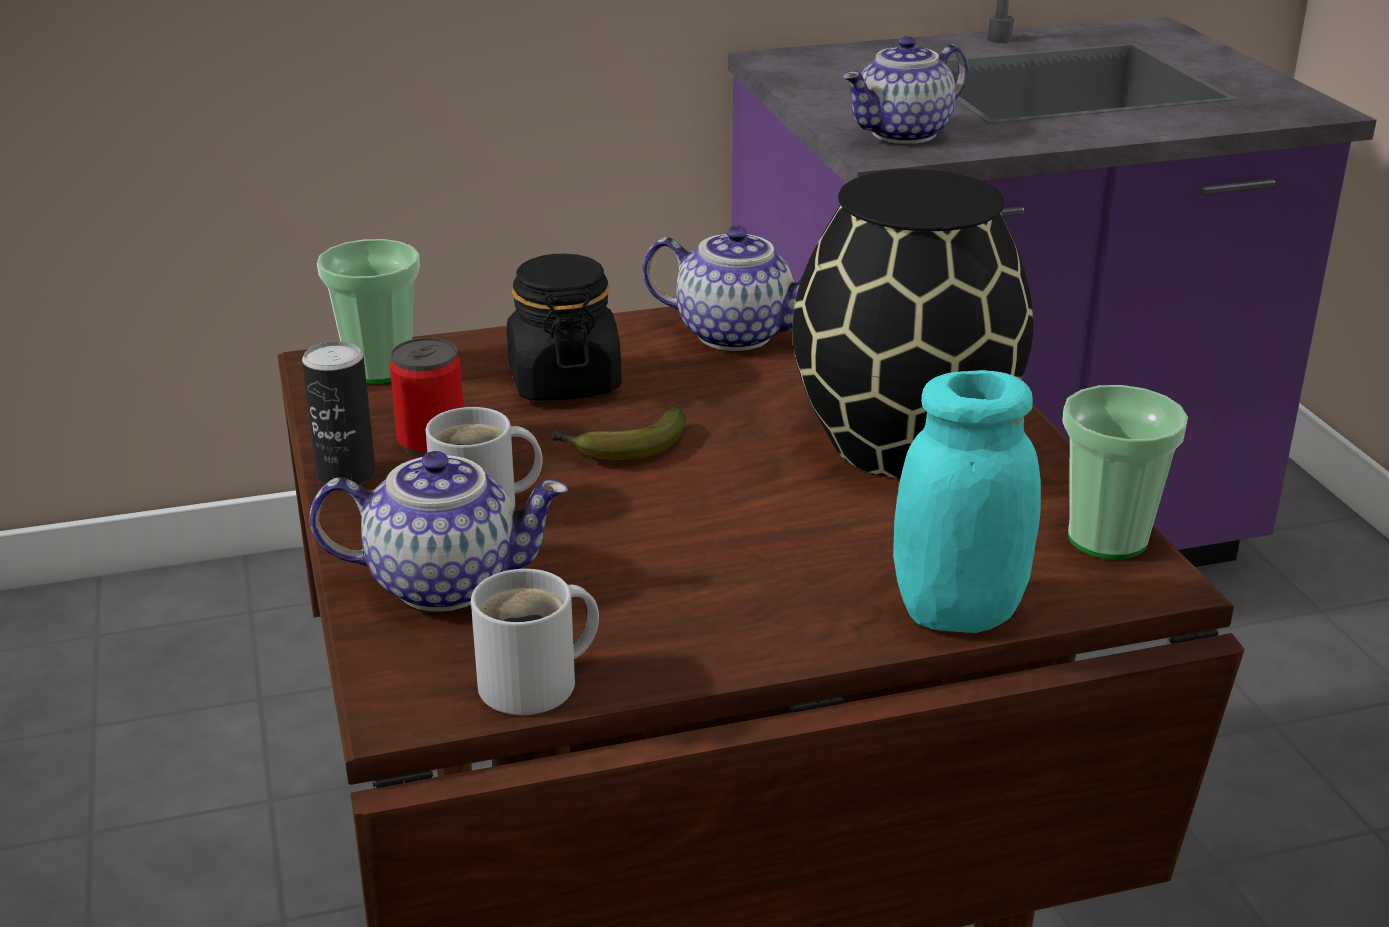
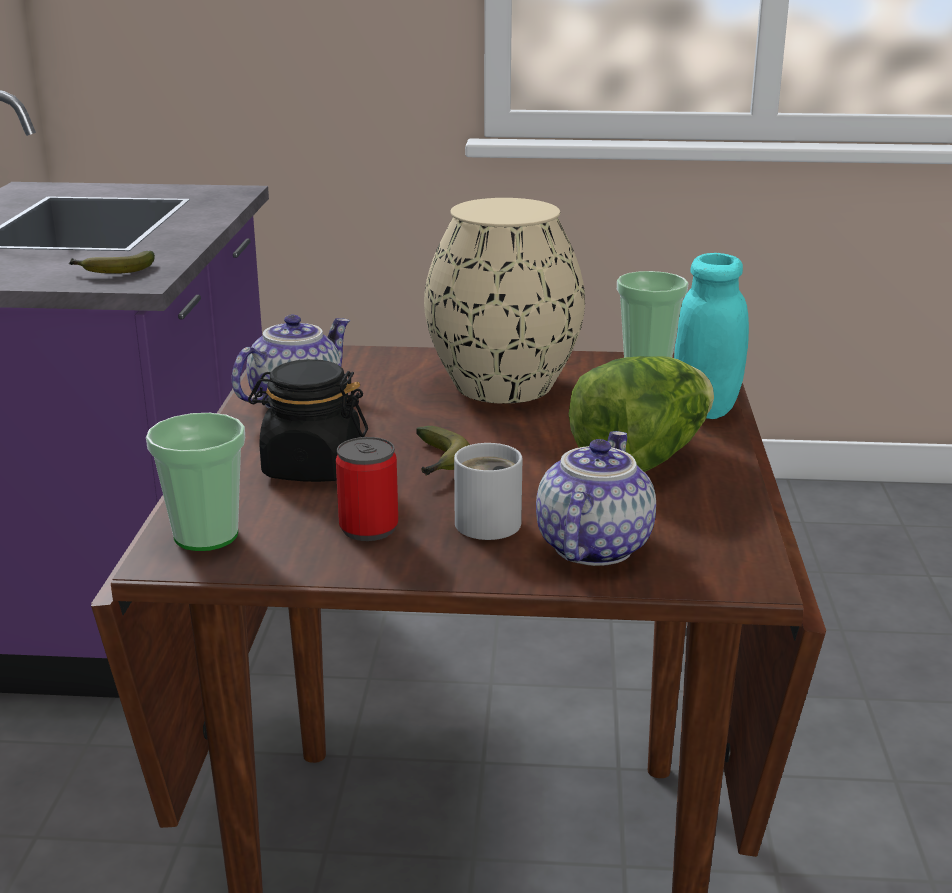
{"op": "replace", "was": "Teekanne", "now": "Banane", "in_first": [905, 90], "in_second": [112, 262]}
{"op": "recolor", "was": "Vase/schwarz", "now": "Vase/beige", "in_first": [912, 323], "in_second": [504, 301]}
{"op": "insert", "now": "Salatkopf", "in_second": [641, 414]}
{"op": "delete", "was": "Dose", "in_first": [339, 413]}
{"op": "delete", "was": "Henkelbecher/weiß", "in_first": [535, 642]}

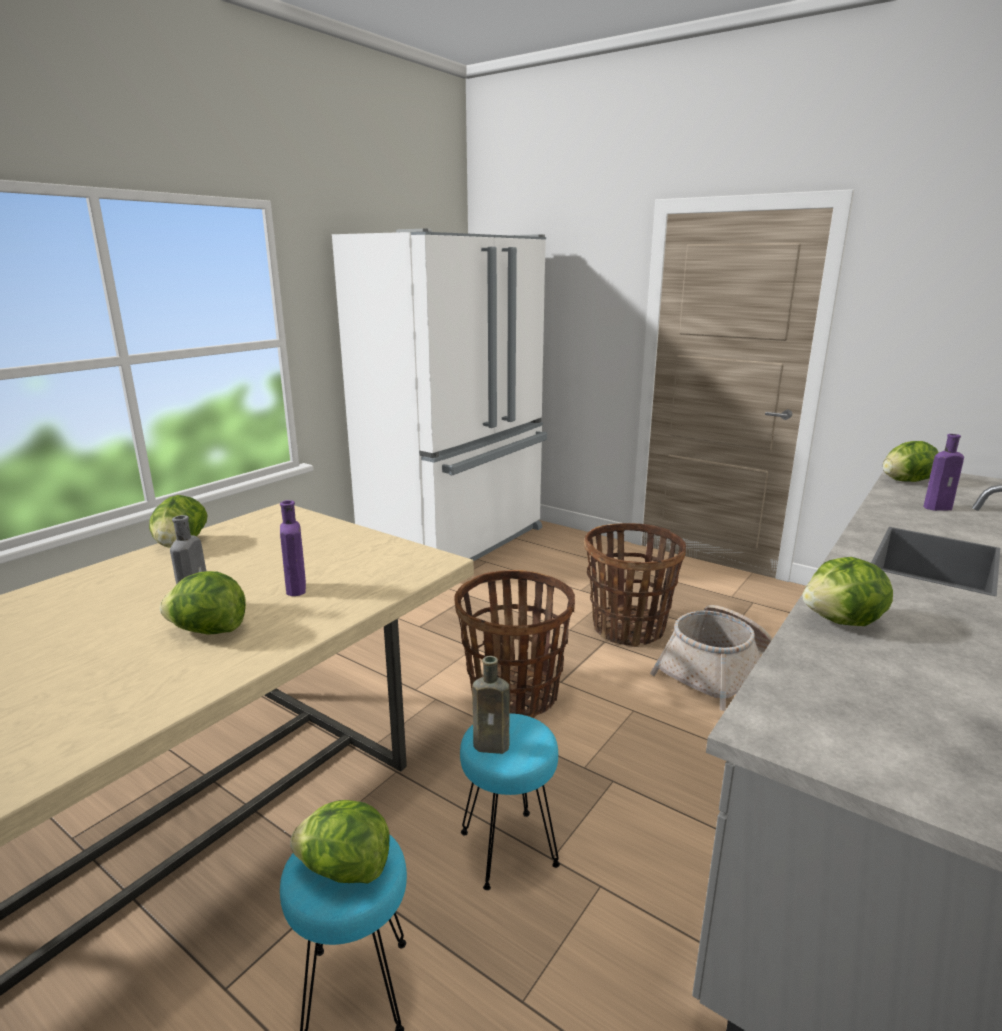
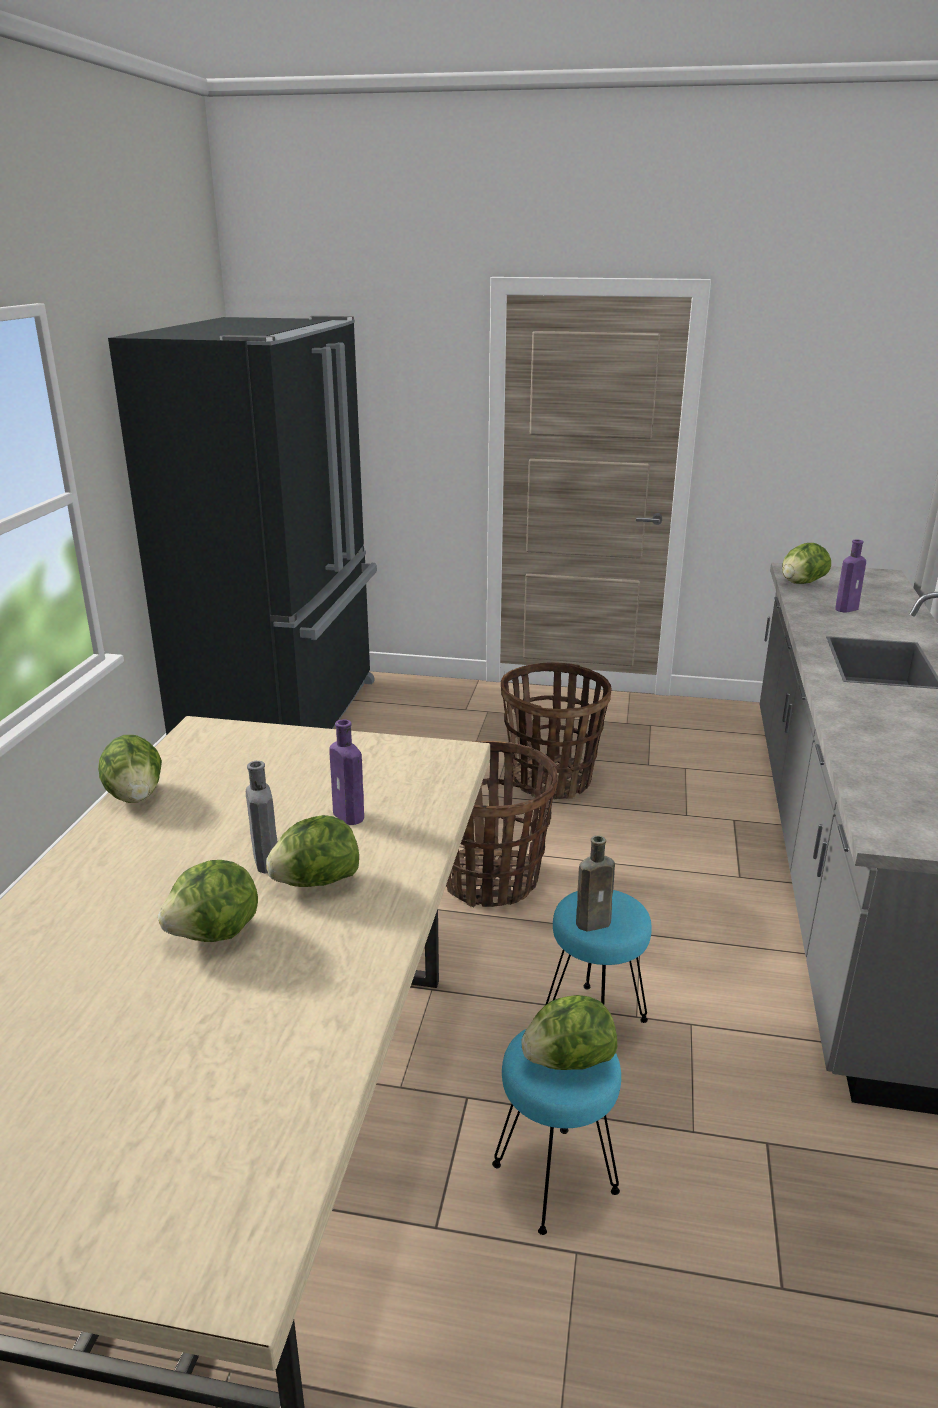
{"op": "recolor", "was": "Kühlschrank/weiß", "now": "Kühlschrank/schwarz", "in_first": [439, 395], "in_second": [242, 525]}
{"op": "move", "was": "Salatkopf", "in_first": [847, 591], "in_second": [208, 901]}
{"op": "delete", "was": "Korb", "in_first": [711, 658]}

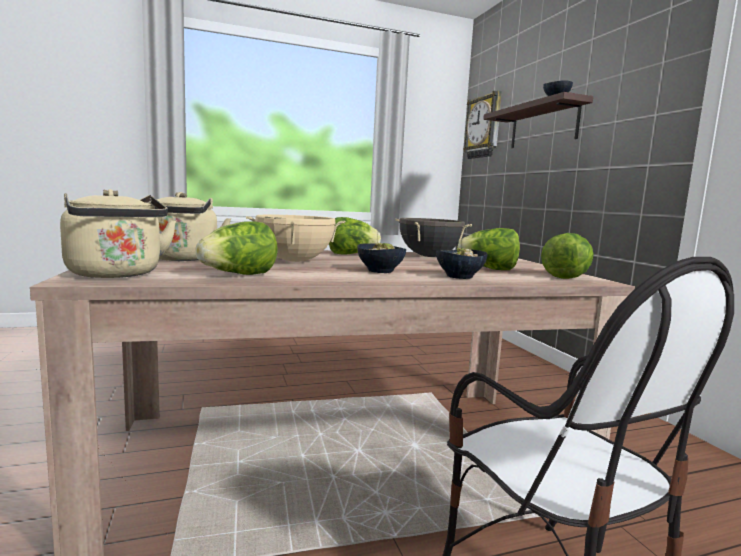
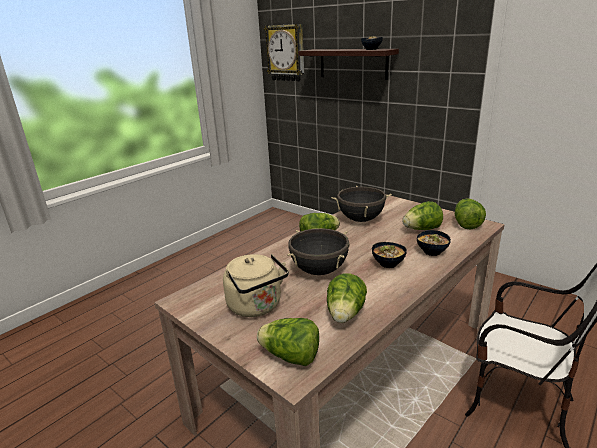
{"op": "replace", "was": "Wasserkessel/beige", "now": "Salatkopf", "in_first": [118, 233], "in_second": [288, 342]}
{"op": "recolor", "was": "Kochtopf/beige", "now": "Kochtopf/schwarz", "in_first": [295, 238], "in_second": [318, 251]}

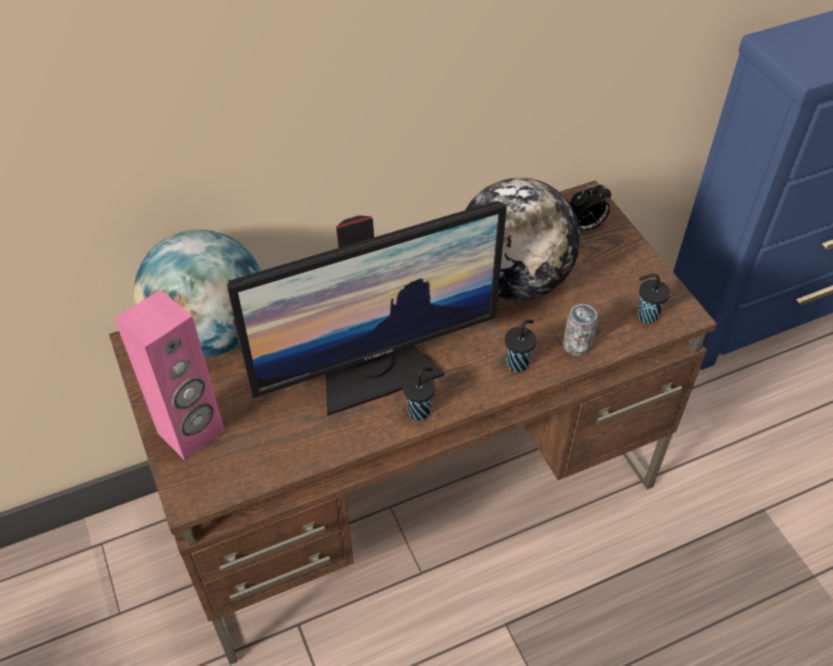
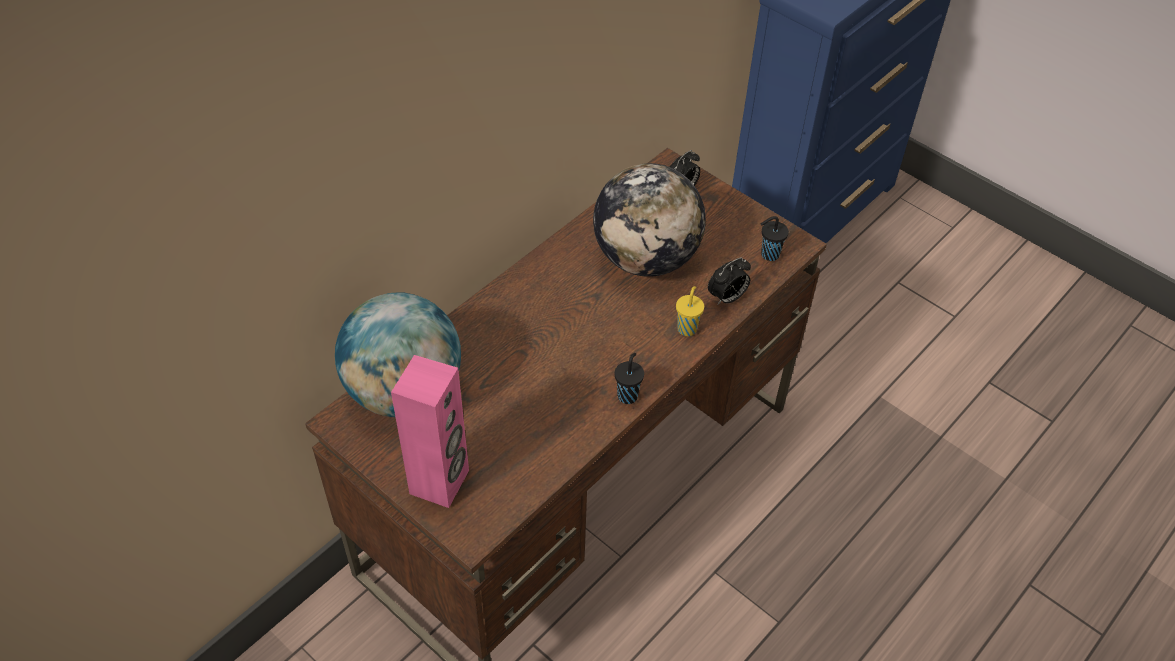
{"op": "recolor", "was": "Tasse/schwarz", "now": "Tasse/gelb", "in_first": [520, 346], "in_second": [690, 311]}
{"op": "replace", "was": "Dose", "now": "Wecker", "in_first": [580, 330], "in_second": [729, 281]}
{"op": "delete", "was": "Monitor", "in_first": [367, 308]}

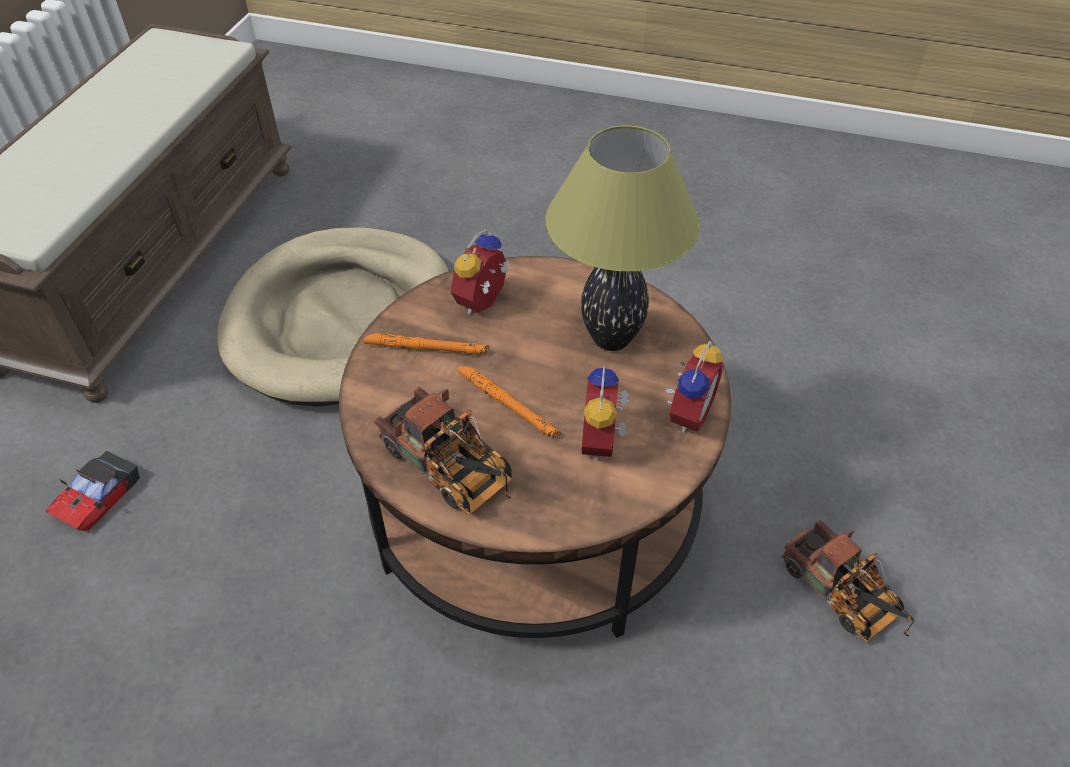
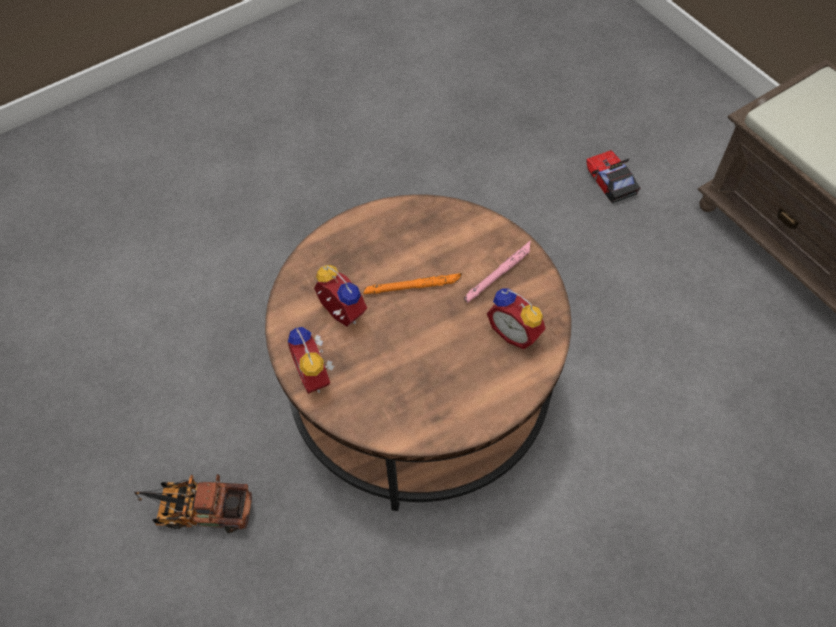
{"op": "recolor", "was": "Taschenlampe/orange", "now": "Taschenlampe/rosa", "in_first": [426, 344], "in_second": [497, 271]}
{"op": "rotate", "was": "Wecker", "in_first": [480, 271], "in_second": [516, 318], "clockwise": 150}
{"op": "delete", "was": "Hundebett/beige", "in_first": [333, 317]}
{"op": "delete", "was": "Spielzeuglaster", "in_first": [443, 451]}
{"op": "delete", "was": "Tischlampe", "in_first": [622, 238]}

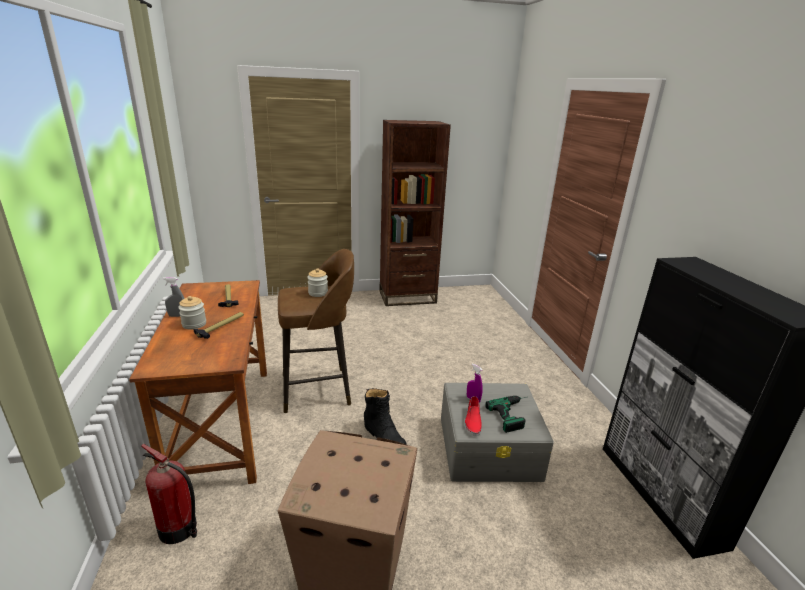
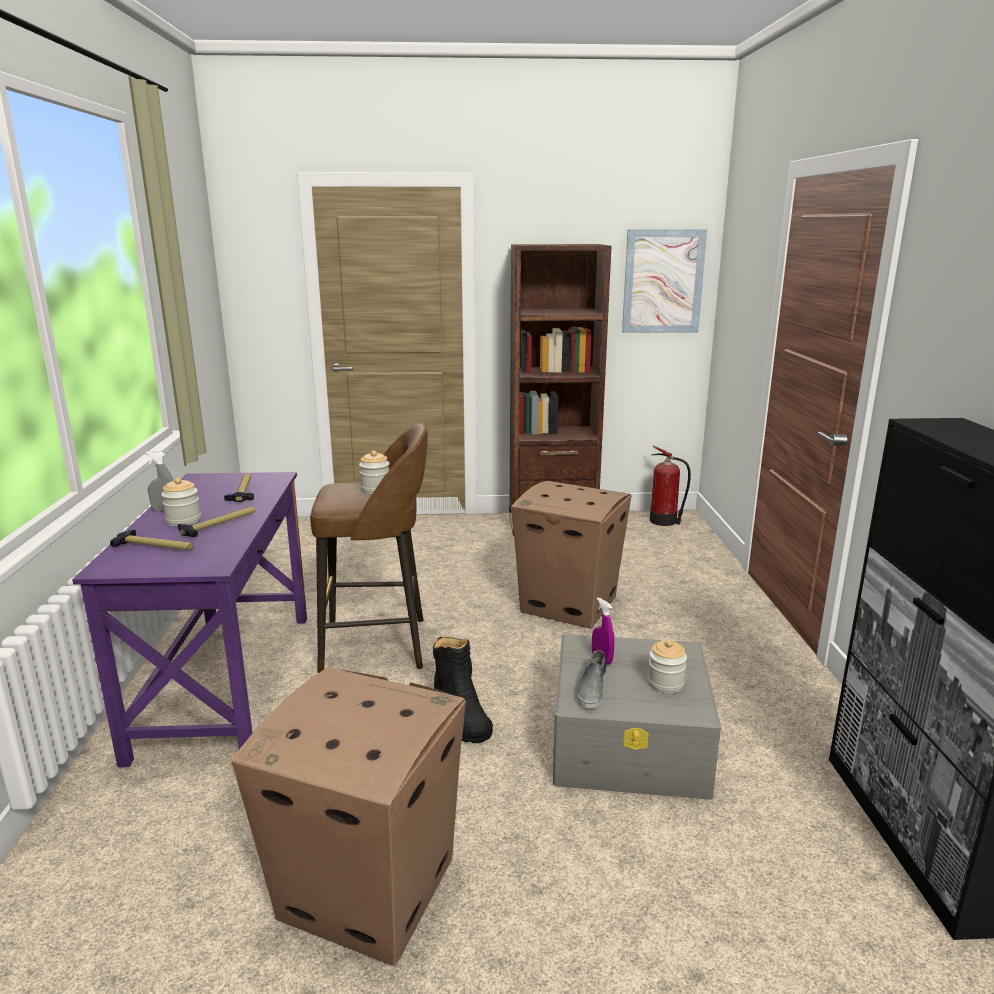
{"op": "recolor", "was": "Schreibtisch/braun", "now": "Schreibtisch/lila", "in_first": [198, 382], "in_second": [189, 620]}
{"op": "insert", "now": "Hammer", "in_second": [152, 539]}
{"op": "insert", "now": "Karton", "in_second": [571, 555]}
{"op": "recolor", "was": "Schuh/rot", "now": "Schuh/grau", "in_first": [473, 416], "in_second": [591, 679]}
{"op": "insert", "now": "Bild", "in_second": [664, 281]}
{"op": "replace", "was": "Bohrmaschine", "now": "Vorratsglas", "in_first": [506, 414], "in_second": [667, 666]}
{"op": "move", "was": "Feuerlöscher", "in_first": [169, 494], "in_second": [670, 486]}

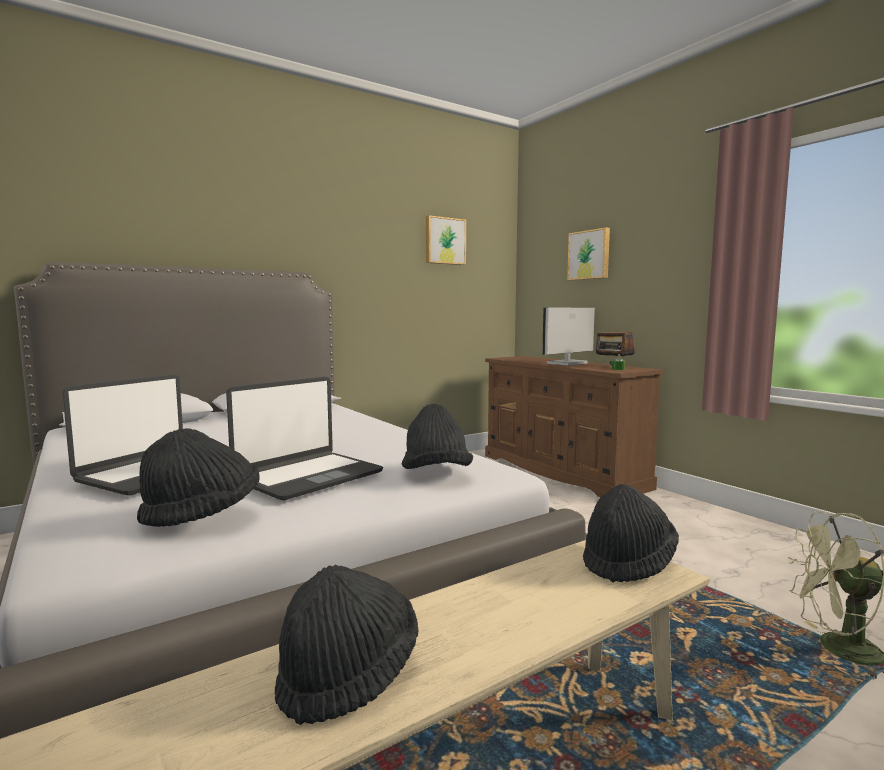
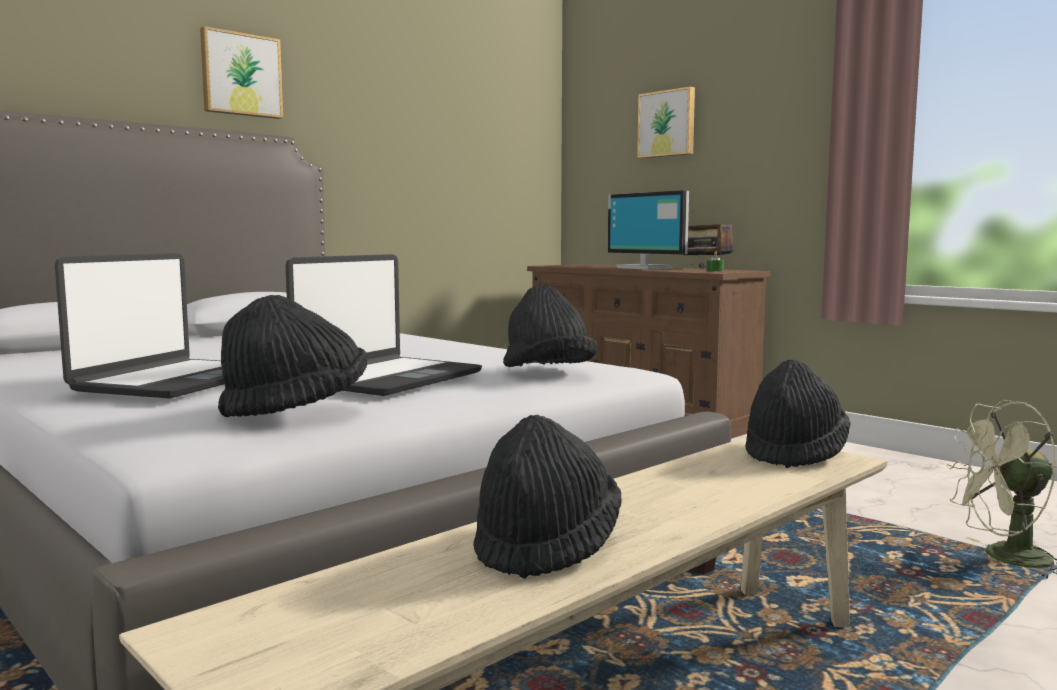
{"op": "move", "was": "Bild", "in_first": [446, 240], "in_second": [241, 72]}
{"op": "rotate", "was": "Monitor", "in_first": [568, 336], "in_second": [648, 230], "clockwise": -75}

